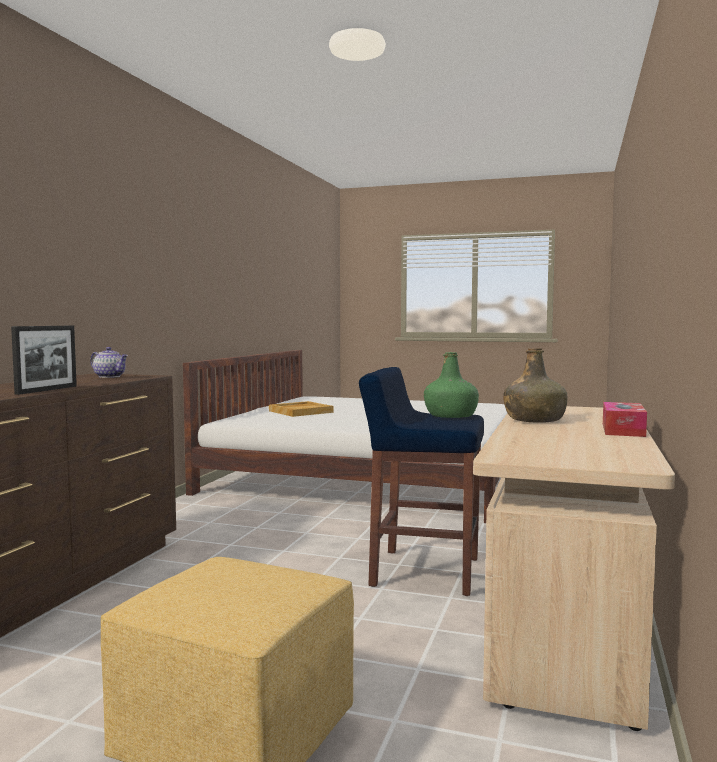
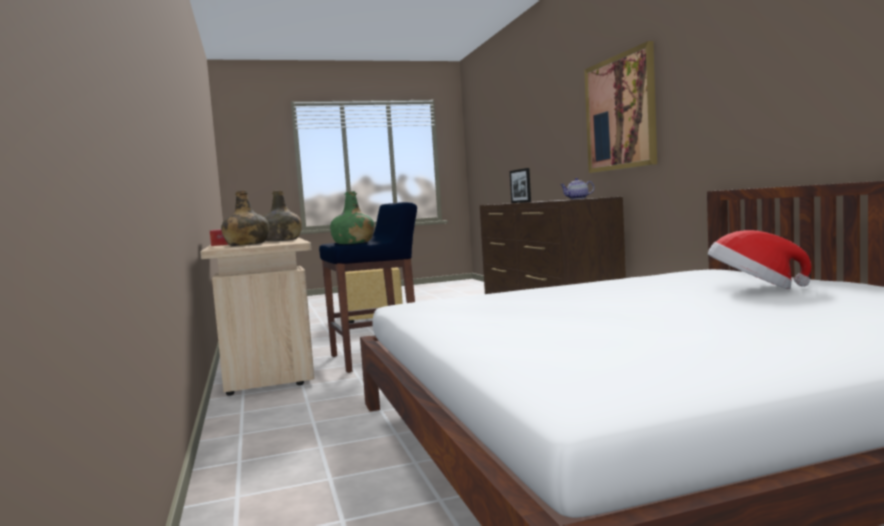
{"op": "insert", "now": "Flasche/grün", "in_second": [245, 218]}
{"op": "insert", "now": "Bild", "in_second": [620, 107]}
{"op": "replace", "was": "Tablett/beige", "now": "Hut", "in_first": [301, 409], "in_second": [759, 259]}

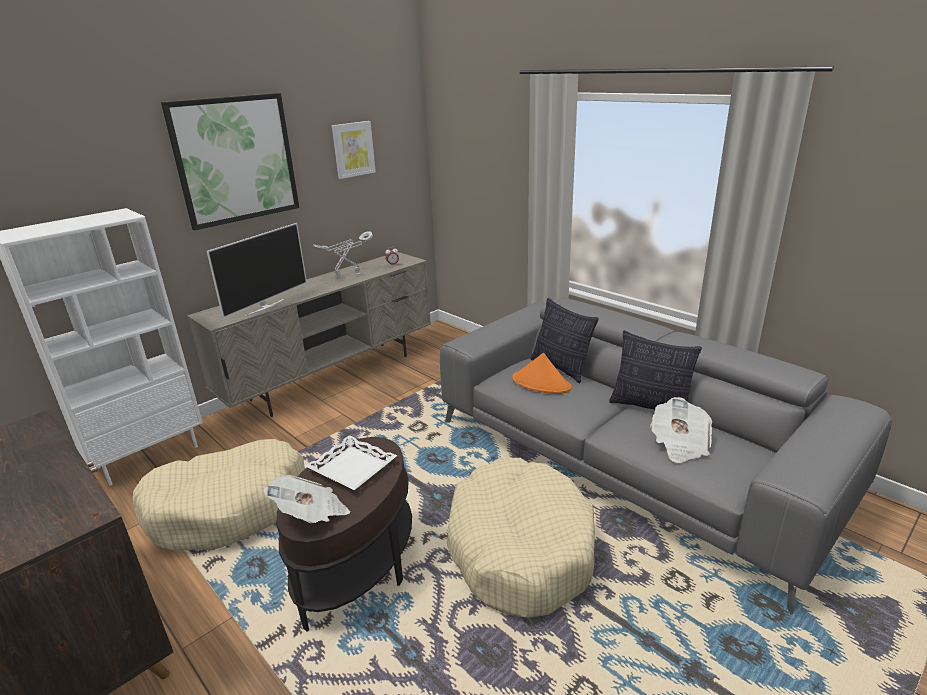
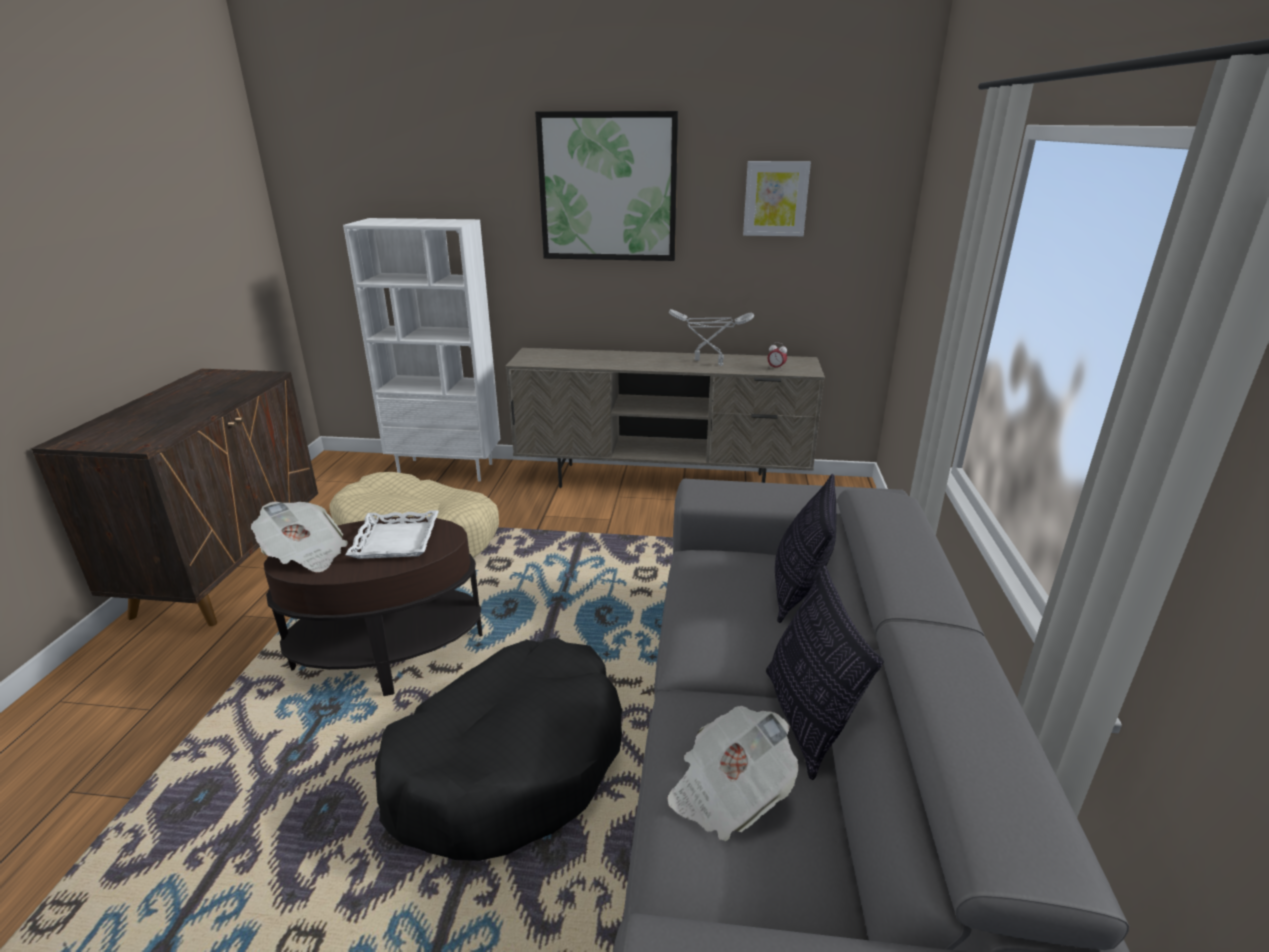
{"op": "recolor", "was": "Hundebett/beige", "now": "Hundebett/schwarz", "in_first": [520, 538], "in_second": [498, 749]}
{"op": "delete", "was": "Fernseher", "in_first": [257, 270]}
{"op": "delete", "was": "Hut/orange", "in_first": [542, 373]}

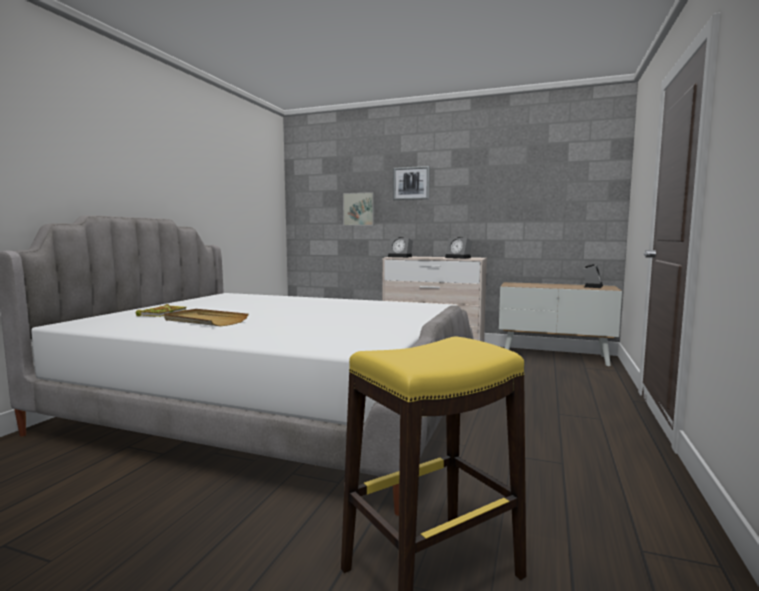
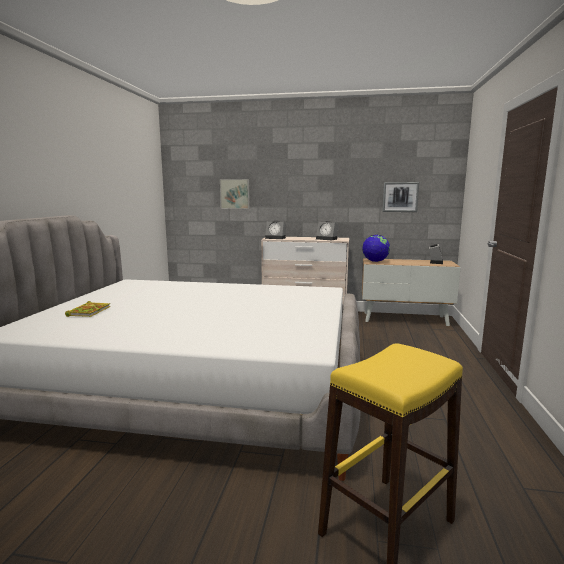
{"op": "insert", "now": "Globus", "in_second": [376, 248]}
{"op": "move", "was": "Bild", "in_first": [411, 183], "in_second": [400, 197]}
{"op": "delete", "was": "Tablett/beige", "in_first": [206, 317]}

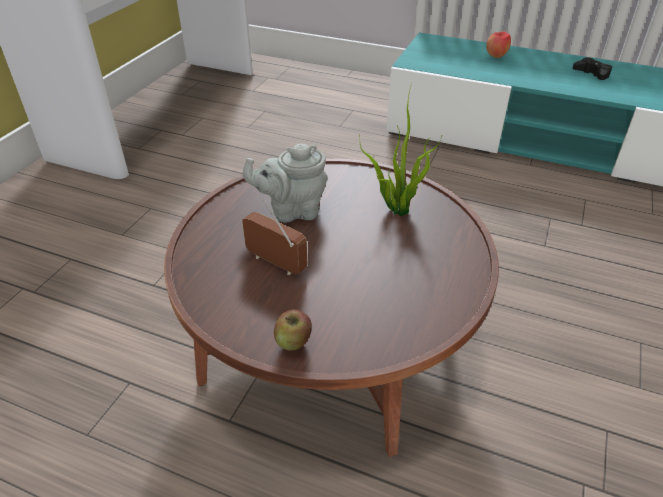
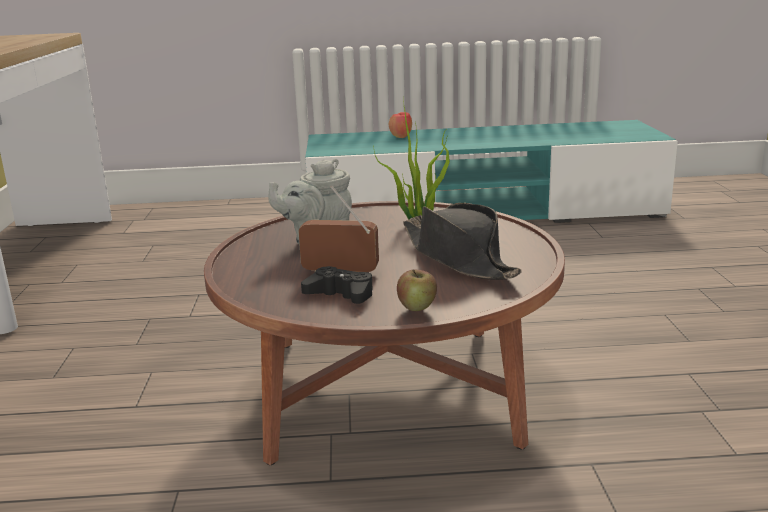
{"op": "move", "was": "Gamepad/schwarz", "in_first": [592, 68], "in_second": [337, 285]}
{"op": "insert", "now": "Hut/schwarz", "in_second": [462, 241]}

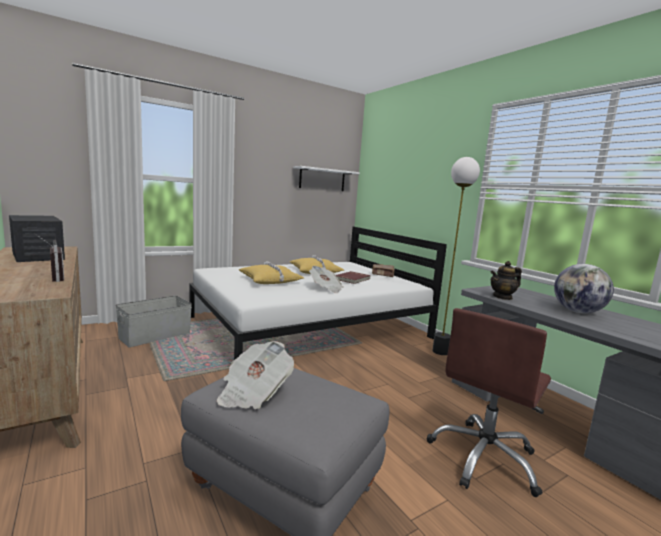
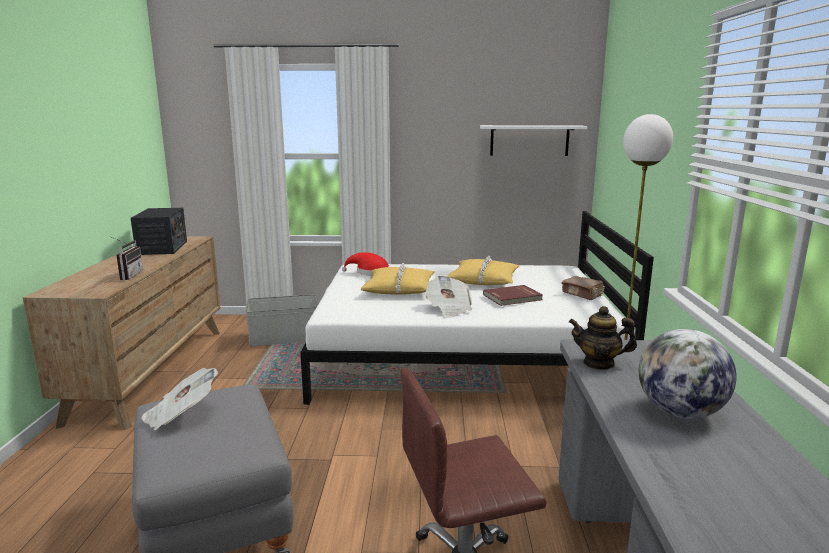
{"op": "insert", "now": "Hut/rot", "in_second": [366, 263]}

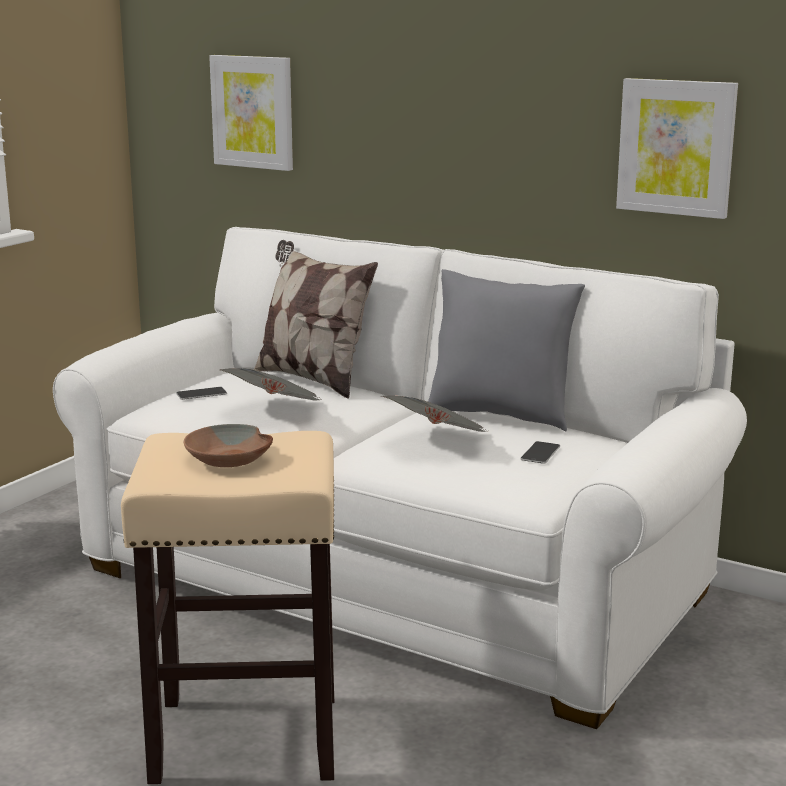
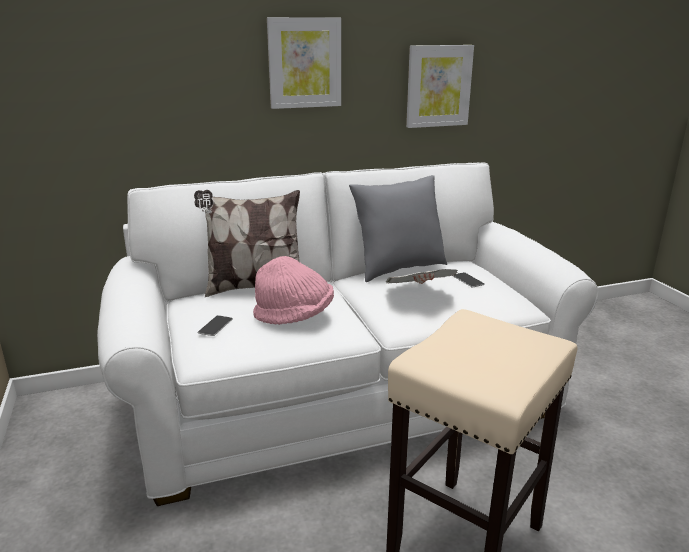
{"op": "replace", "was": "Zeitung", "now": "Hut/rosa", "in_first": [270, 384], "in_second": [293, 290]}
{"op": "move", "was": "Bild", "in_first": [251, 113], "in_second": [304, 63]}
{"op": "delete", "was": "Schüssel/braun", "in_first": [228, 445]}

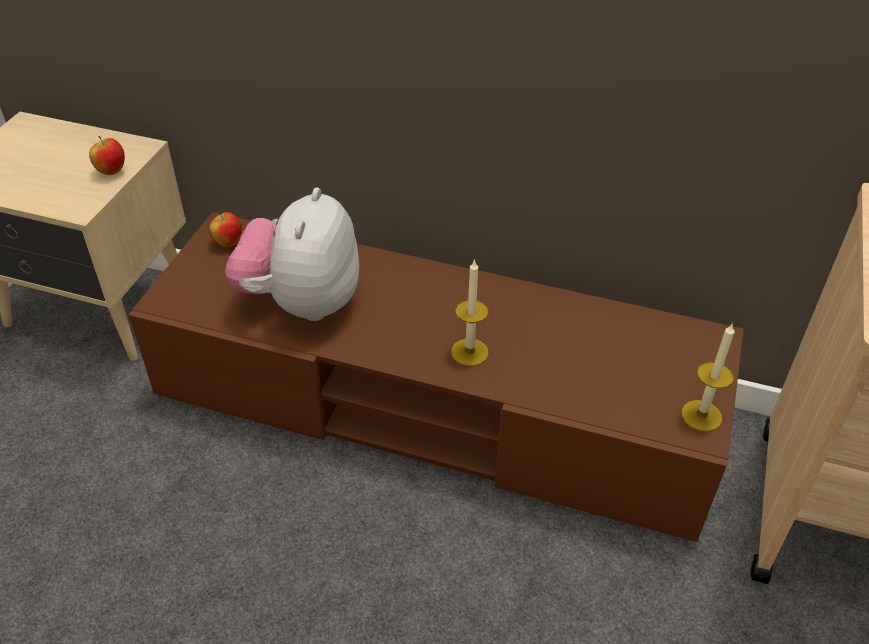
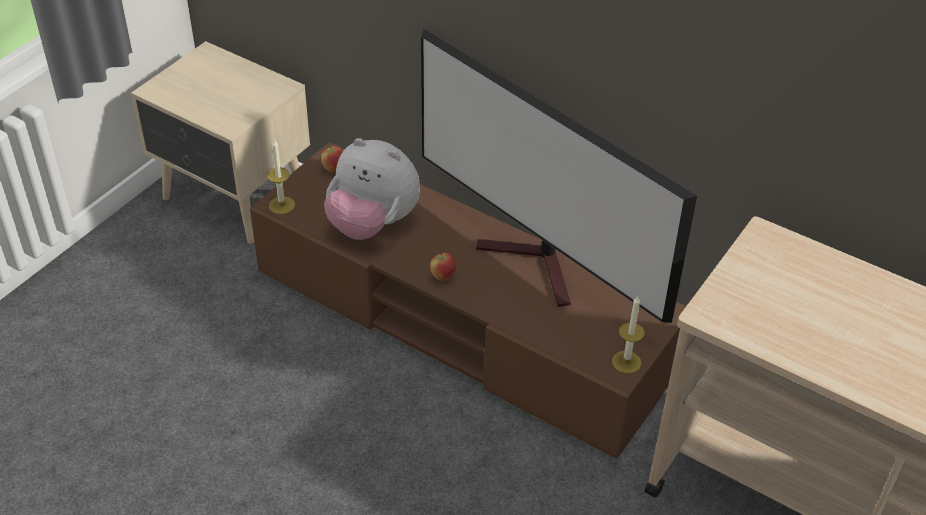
{"op": "move", "was": "Kerze", "in_first": [469, 312], "in_second": [281, 177]}
{"op": "rotate", "was": "Plüschtier", "in_first": [292, 254], "in_second": [372, 189], "clockwise": -90}
{"op": "insert", "now": "Fernseher", "in_second": [559, 176]}
{"op": "move", "was": "Apfel", "in_first": [107, 155], "in_second": [443, 266]}

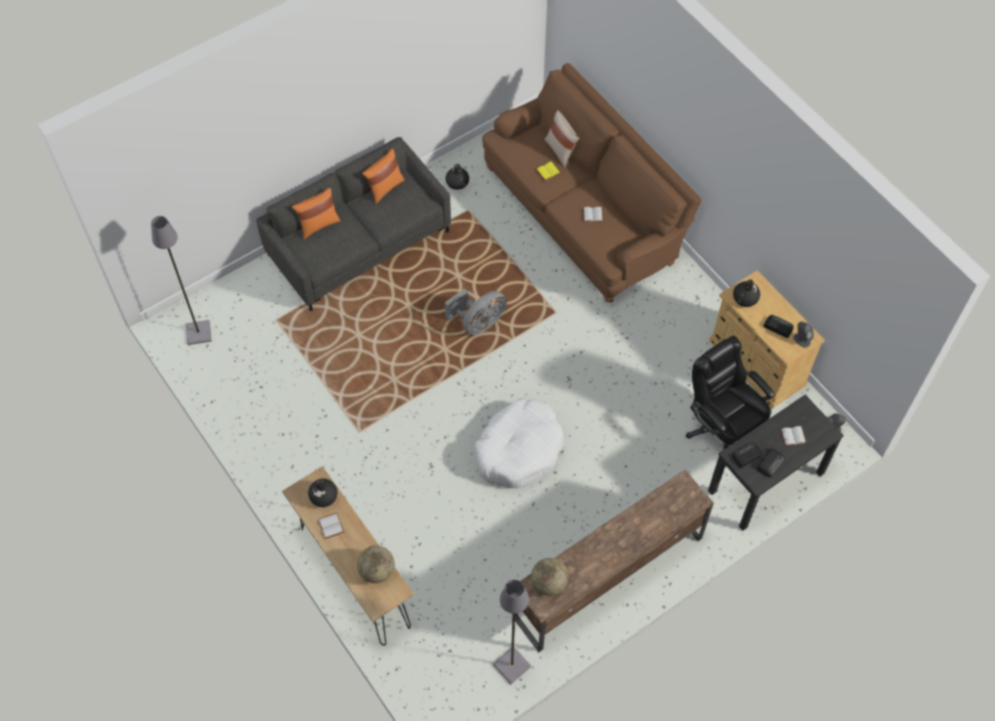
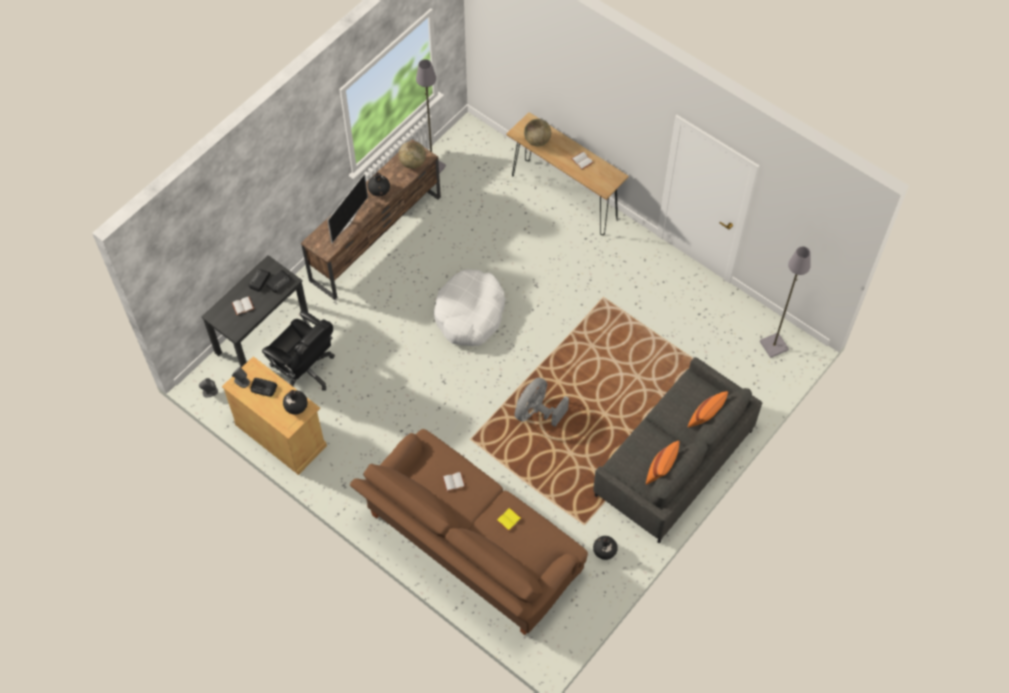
{"op": "insert", "now": "Fernseher", "in_second": [347, 208]}
{"op": "move", "was": "Vase/schwarz", "in_first": [322, 493], "in_second": [379, 184]}
{"op": "delete", "was": "Kissen/beige", "in_first": [561, 139]}

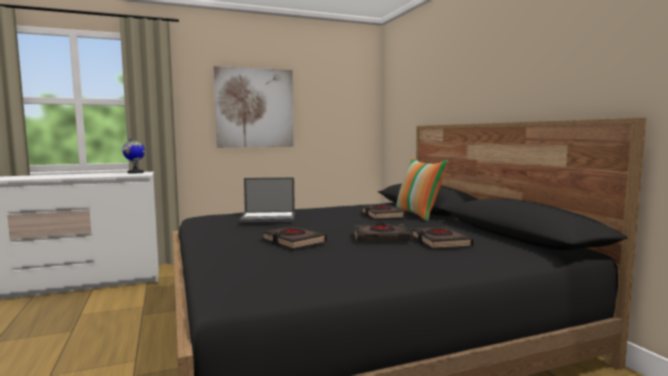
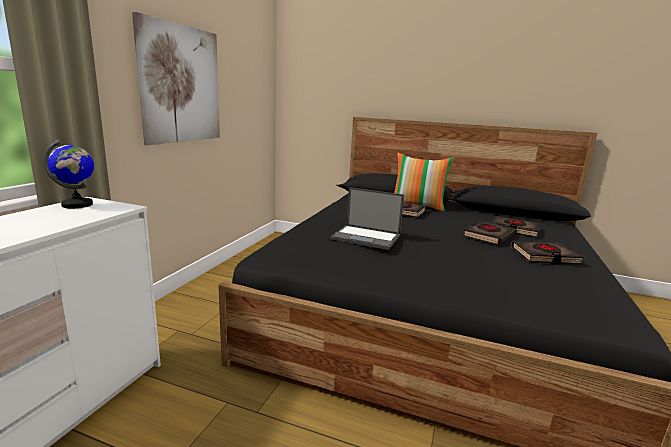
{"op": "rotate", "was": "Laptop", "in_first": [267, 199], "in_second": [367, 218], "clockwise": 75}
{"op": "move", "was": "Buch/schwarz", "in_first": [294, 237], "in_second": [547, 253]}

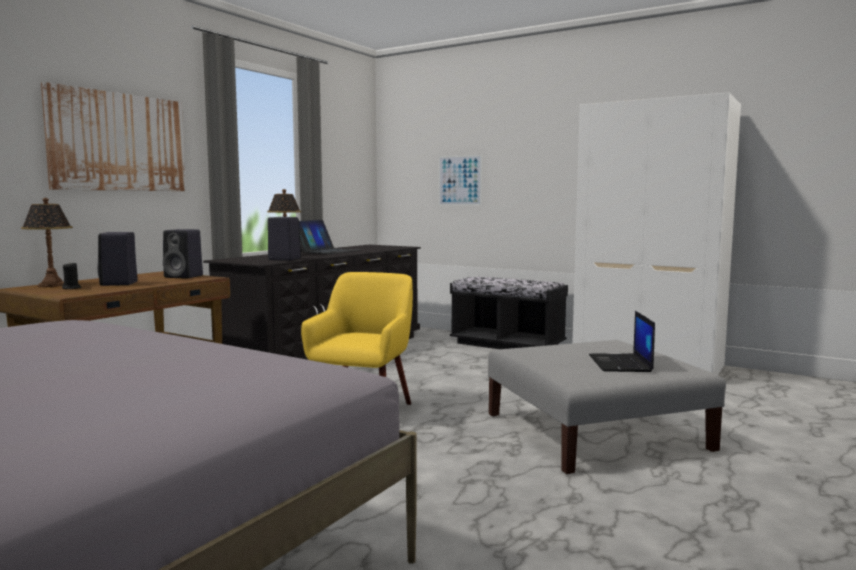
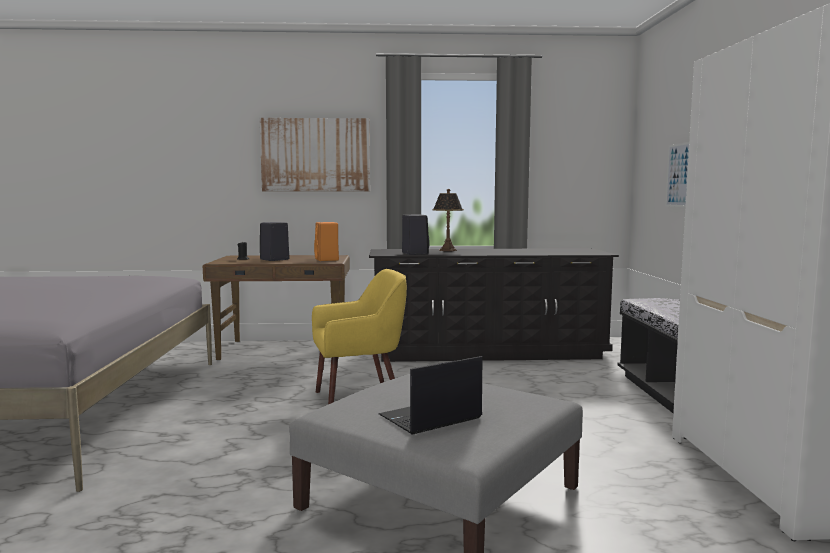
{"op": "recolor", "was": "Lautsprecher/schwarz", "now": "Lautsprecher/orange", "in_first": [183, 254], "in_second": [326, 241]}
{"op": "delete", "was": "Tischlampe", "in_first": [47, 242]}
{"op": "delete", "was": "Laptop", "in_first": [329, 237]}

